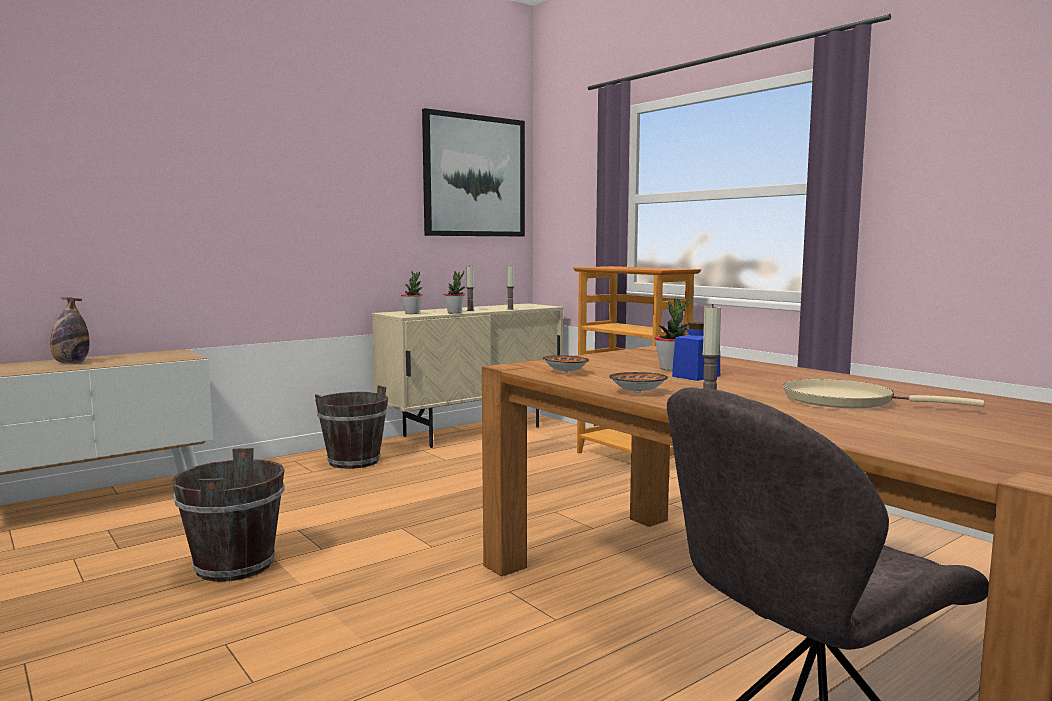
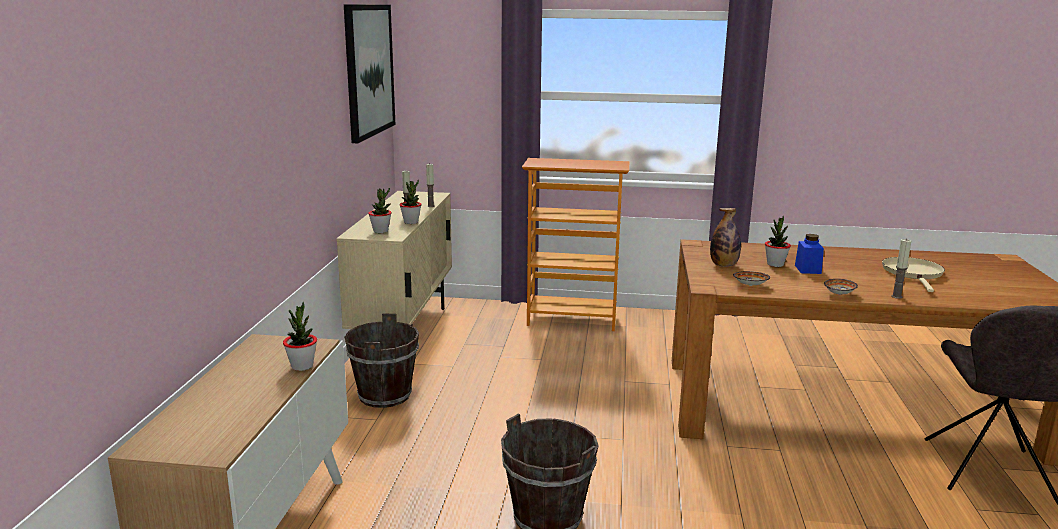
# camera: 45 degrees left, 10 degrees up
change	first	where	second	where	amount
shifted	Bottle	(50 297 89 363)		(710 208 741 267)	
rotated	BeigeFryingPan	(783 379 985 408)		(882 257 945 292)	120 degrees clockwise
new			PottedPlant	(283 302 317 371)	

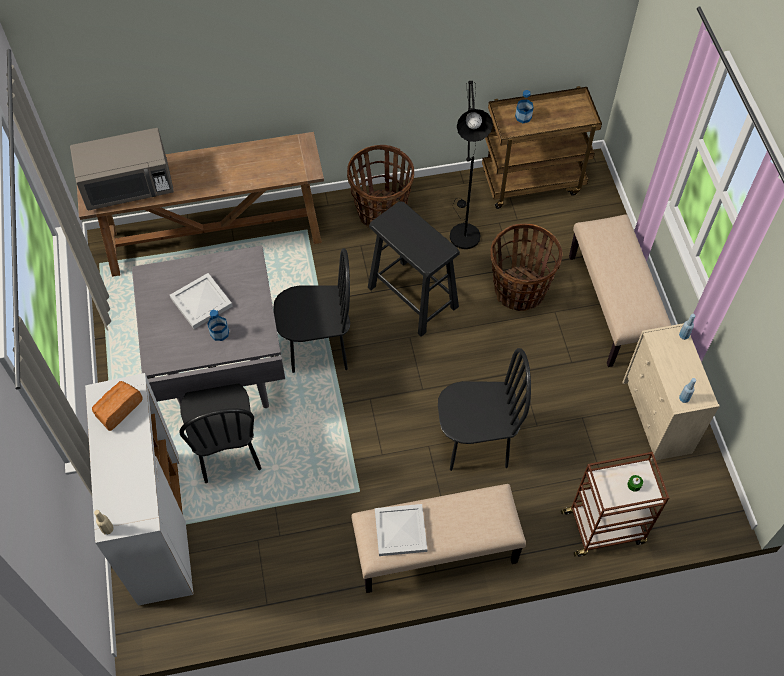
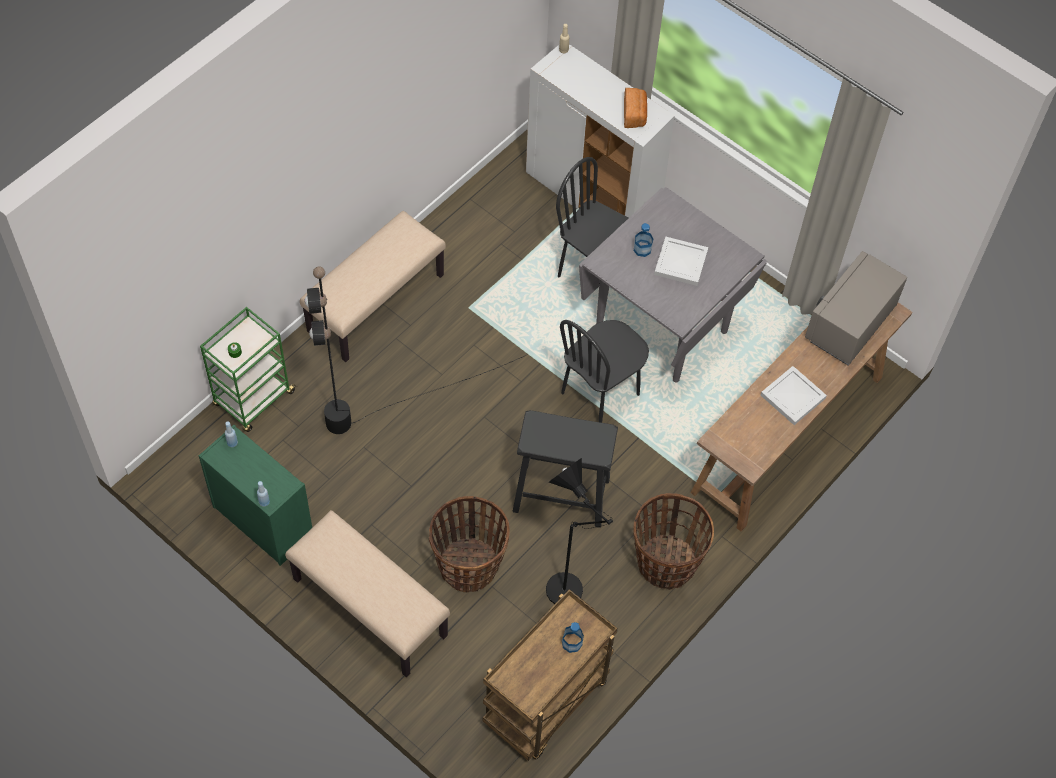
# camera: 140 degrees right, 0 degrees up
change	first	where	second	where	amount
repainted	BeigeDresser	(622 323 720 461)	GreenDresser	(199 425 312 566)	
swapped	BlackChair	(438 348 531 471)	BlackFloorLamp	(305 266 528 434)	
repainted	BrownCart	(561 452 669 557)	GreenCart	(200 307 297 432)	
shifted	WhiteTray	(375 504 427 556)		(761 366 827 425)	

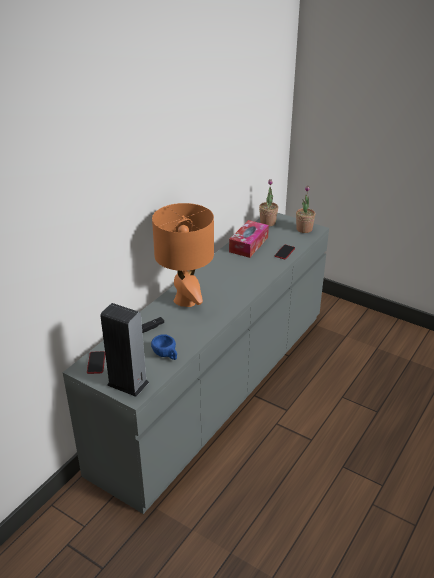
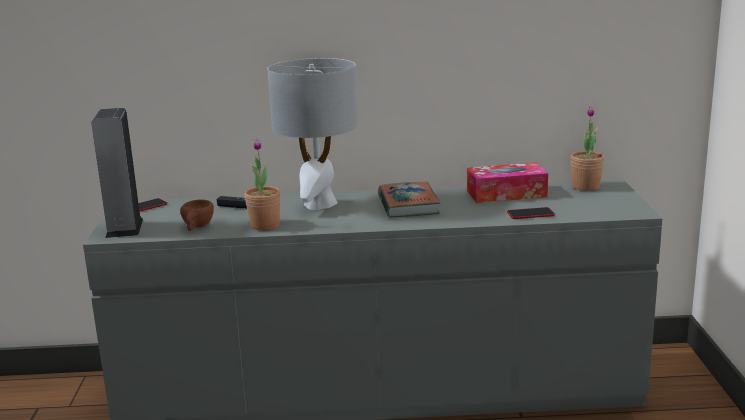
# camera: 55 degrees right, 15 degrees down
change	first	where	second	where	amount
shifted	PottedPlant	(296 186 316 233)		(244 139 280 230)	
repainted	OrangeTableLamp	(152 203 214 307)	GreyTableLamp	(267 58 358 210)	
repainted	BlueCup	(151 334 177 360)	BrownCup	(180 199 214 231)	
new			Book	(378 182 441 218)	

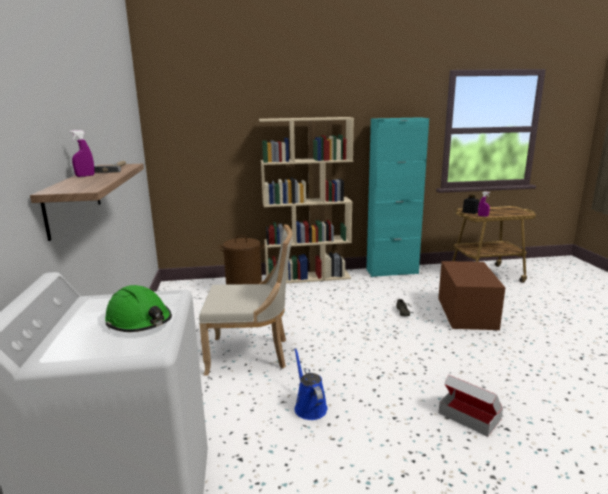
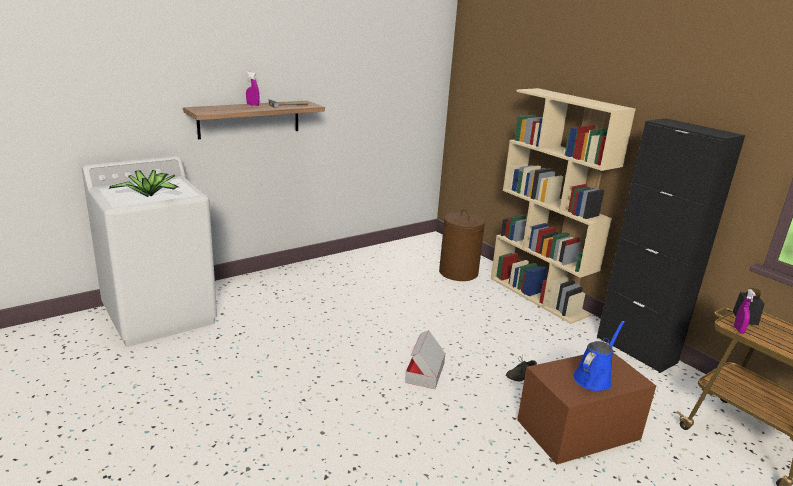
# camera: 60 degrees right, 5 degrees up
change	first	where	second	where	amount
repainted	TurquoiseCabinet	(366 117 429 277)	BlackCabinet	(597 118 745 373)	
gone	BeigeChair	(199 224 293 376)			
swapped	GreenHardHat	(105 285 172 332)	PottedPlant	(109 170 179 197)	
shifted	BlueWateringCan	(294 348 328 420)		(573 321 625 391)	
shifted	CardboardBox	(439 375 503 437)		(405 330 445 389)	

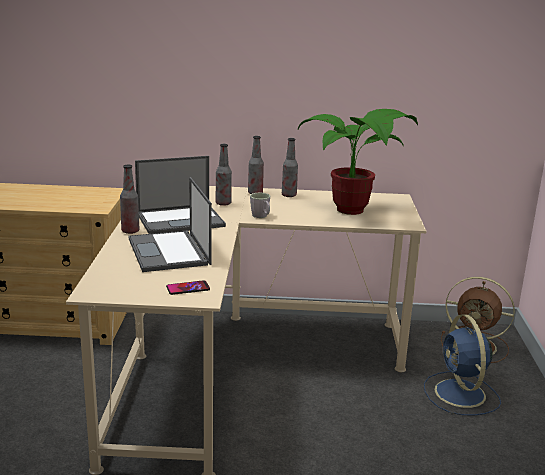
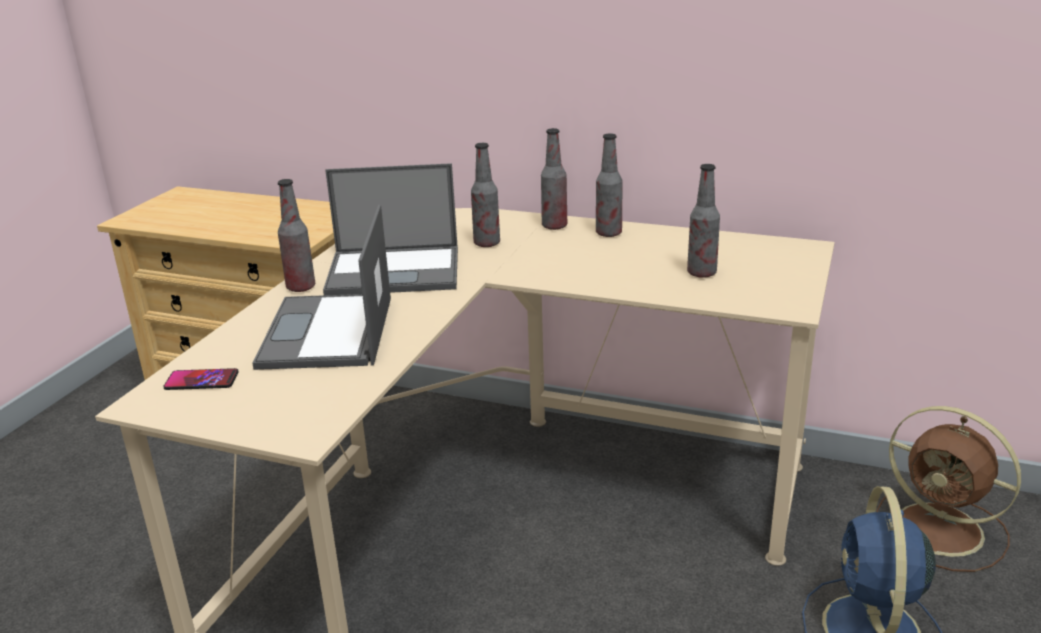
# camera: 20 degrees right, 5 degrees up
change	first	where	second	where	amount
swapped	PottedPlant	(298 109 418 215)	Bottle	(687 164 720 278)	
gone	GreyMug	(250 193 270 218)			
shifted	Phone	(166 280 210 295)		(163 368 239 390)	

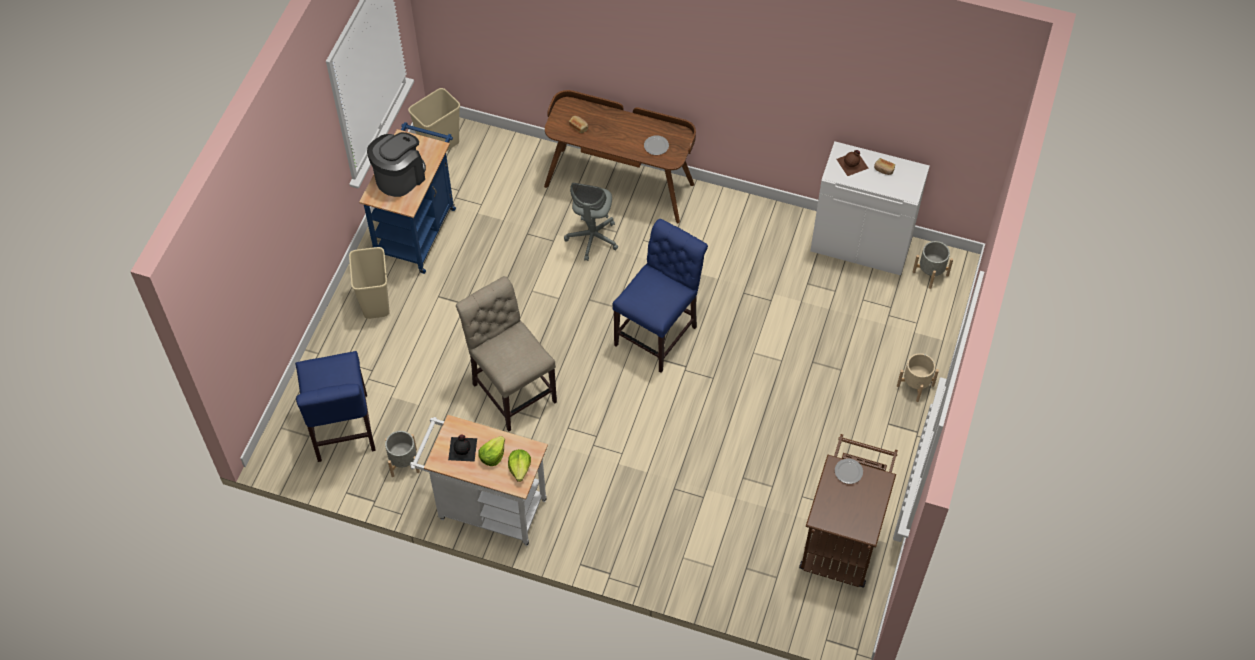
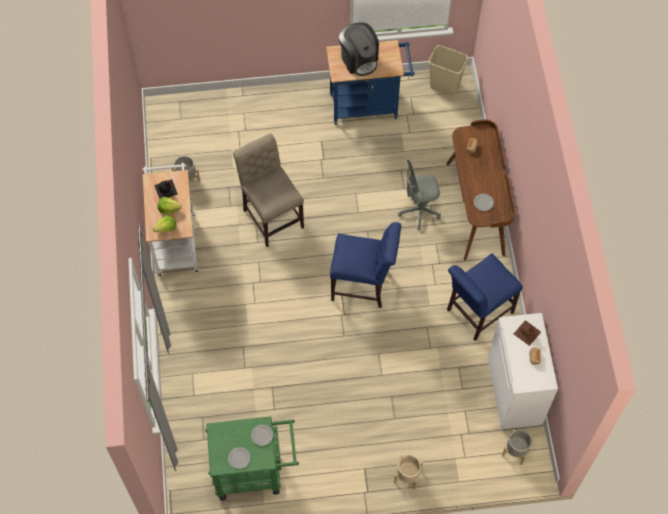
# camera: 65 degrees right, 5 degrees up
change	first	where	second	where	amount
rotated	CoffeeMachine	(367 132 426 197)		(339 22 379 76)	45 degrees clockwise
gone	BeigeTrashCan	(349 247 390 319)			
rotated	BeigeChair	(456 276 557 432)		(233 133 304 247)	60 degrees counterclockwise
shifted	BlueChair	(295 351 376 462)		(447 253 523 341)	
repainted	BrownCart	(799 434 898 588)	GreenCart	(205 416 299 501)	
new			Plate	(228 447 250 469)	

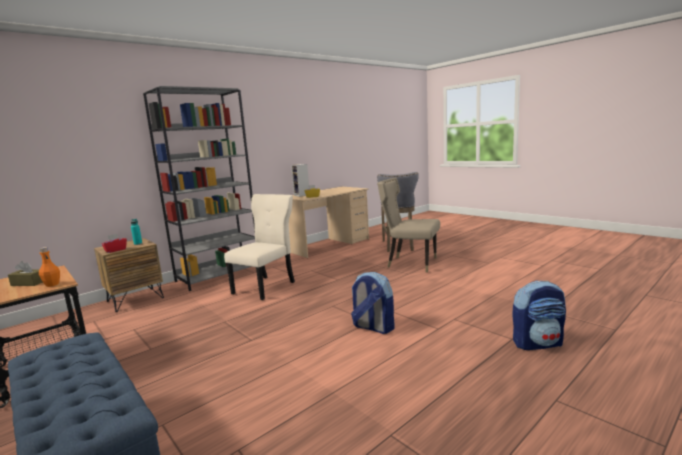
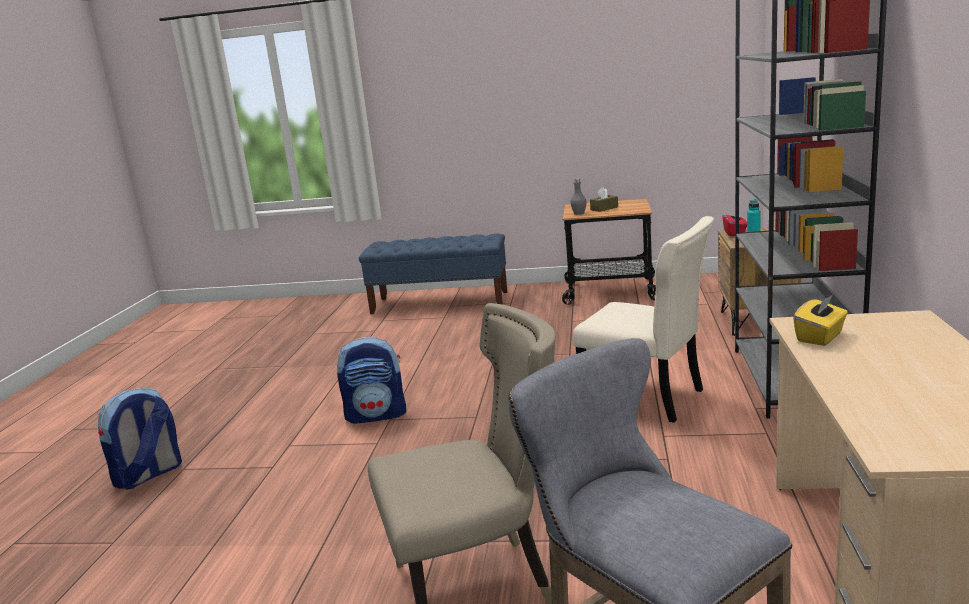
# camera: 140 degrees right, 5 degrees up
change	first	where	second	where	amount
gone	Speaker	(291 164 309 197)			
rotated	BeigeChair	(224 194 295 300)		(573 216 714 423)	45 degrees counterclockwise
repainted	OrangeBottle	(39 247 60 287)	GreyBottle	(570 178 587 215)	

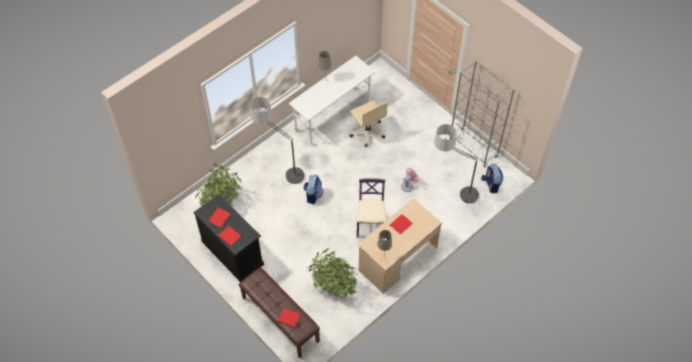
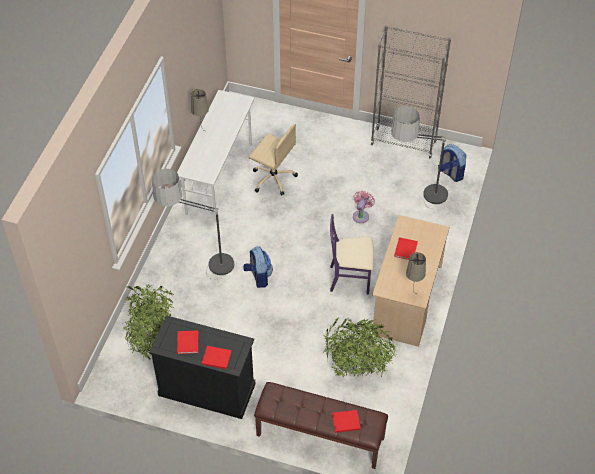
# camera: 30 degrees left, 5 degrees down
change	first	where	second	where	amount
rotated	PurpleChair	(356 178 387 237)		(330 214 374 295)	60 degrees counterclockwise

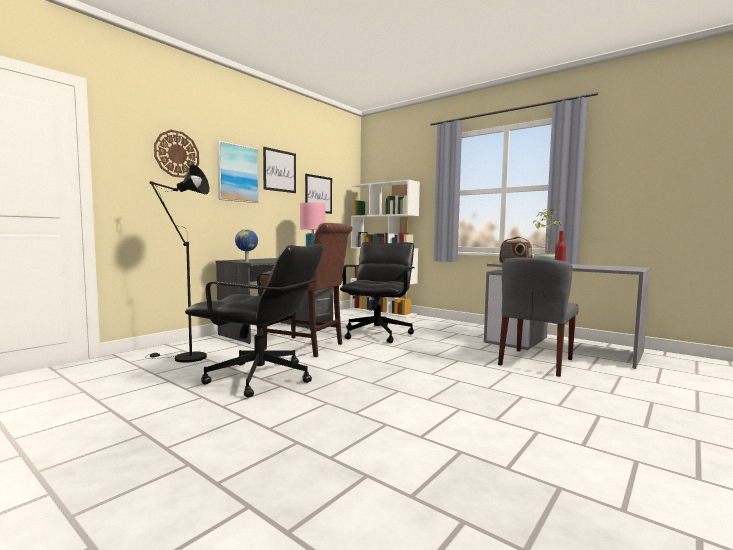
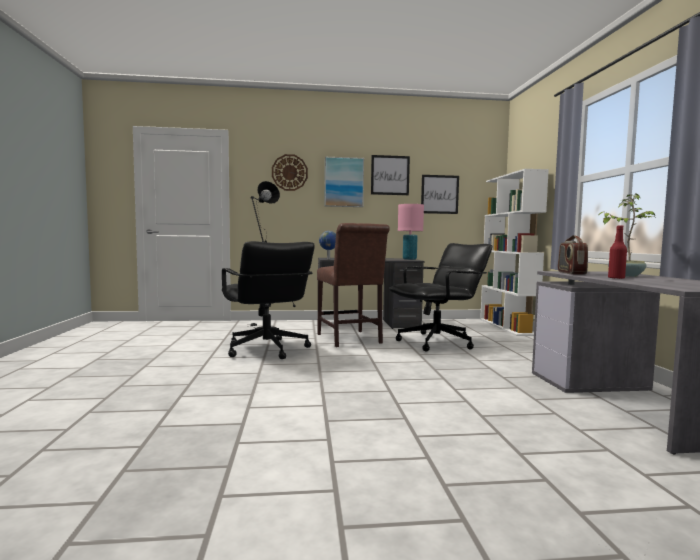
# camera: 45 degrees right, 0 degrees up
change	first	where	second	where	amount
gone	GreyChair	(498 258 579 377)			

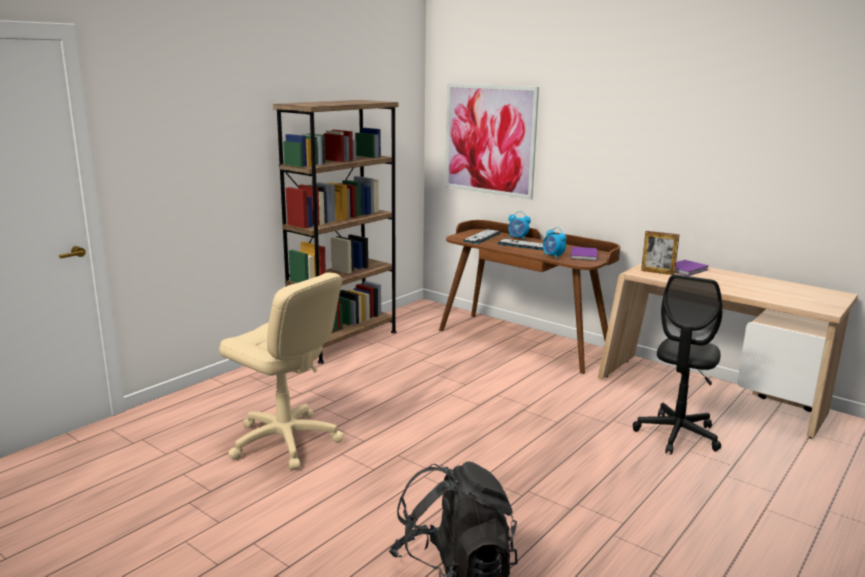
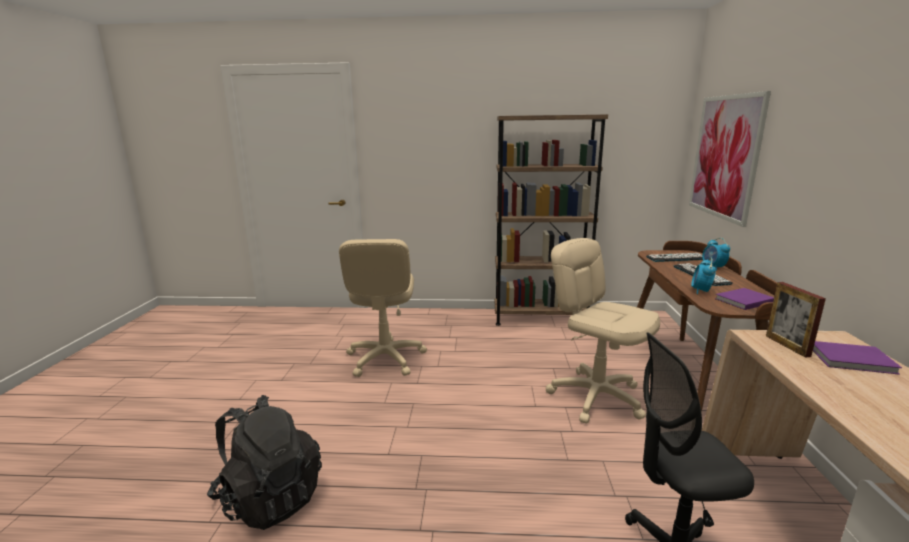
# camera: 55 degrees right, 0 degrees up
change	first	where	second	where	amount
new			BeigeOfficeChair	(546 238 660 424)	

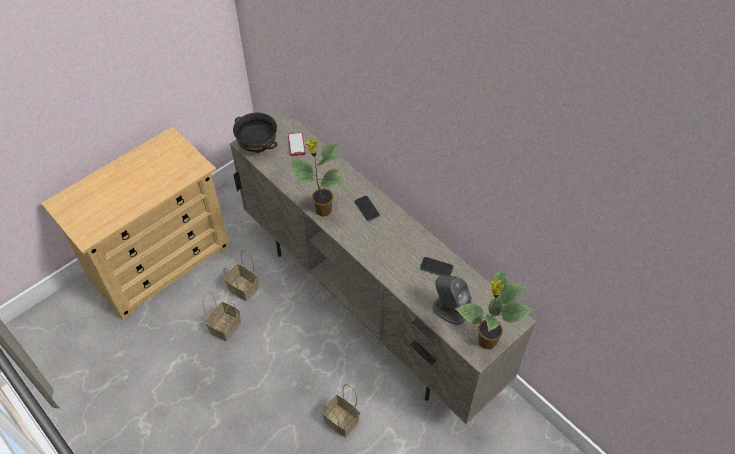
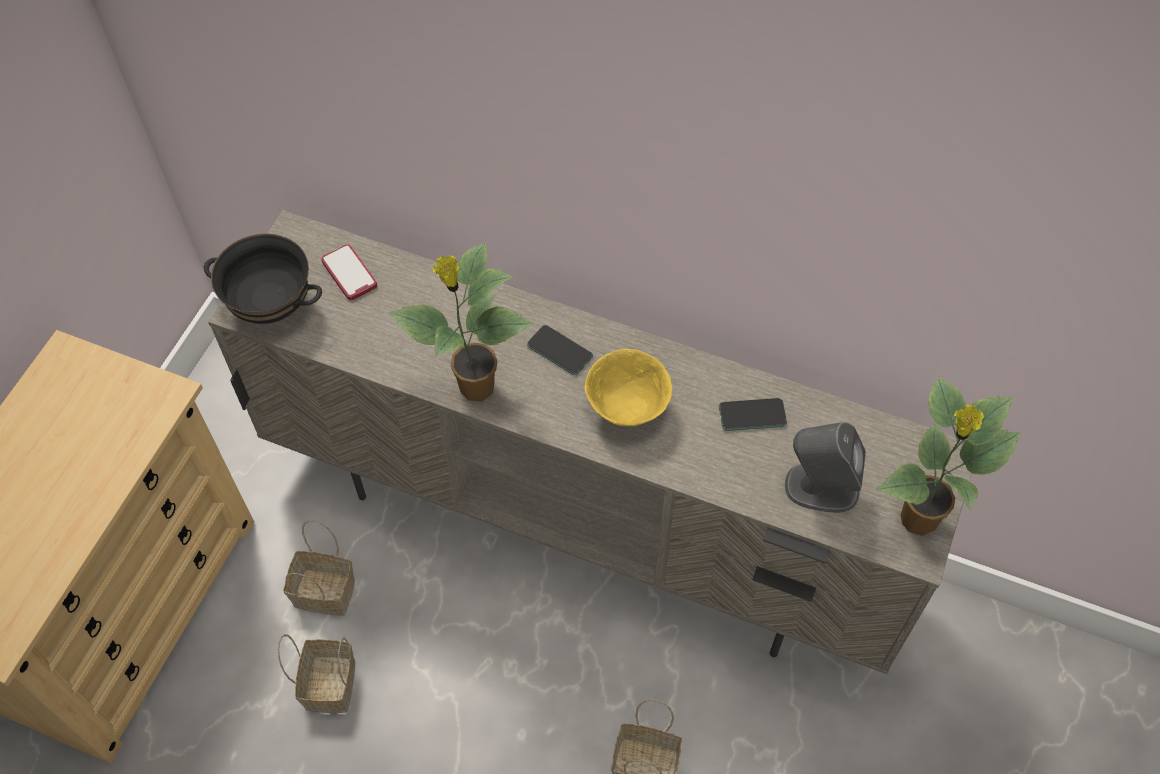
# camera: 25 degrees left, 5 degrees up
change	first	where	second	where	amount
new			YellowBowl	(584 349 672 426)	

